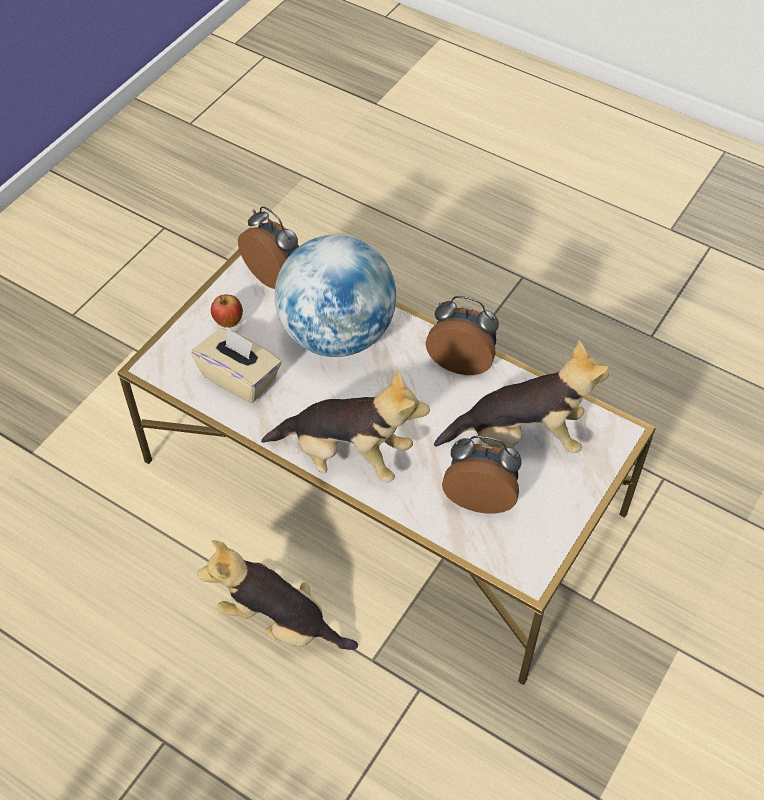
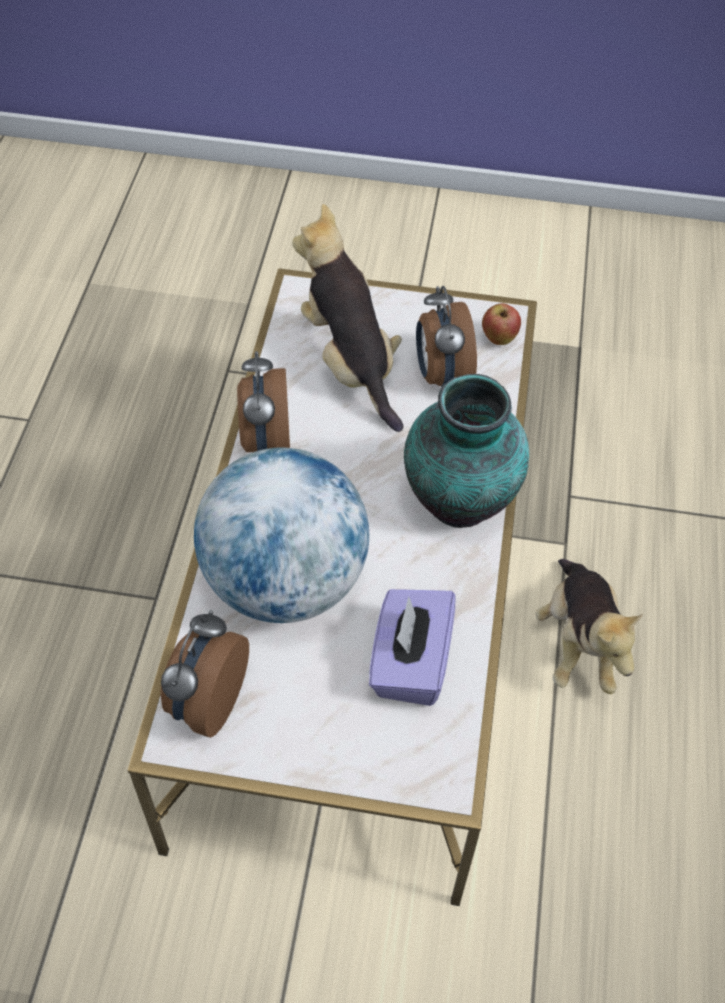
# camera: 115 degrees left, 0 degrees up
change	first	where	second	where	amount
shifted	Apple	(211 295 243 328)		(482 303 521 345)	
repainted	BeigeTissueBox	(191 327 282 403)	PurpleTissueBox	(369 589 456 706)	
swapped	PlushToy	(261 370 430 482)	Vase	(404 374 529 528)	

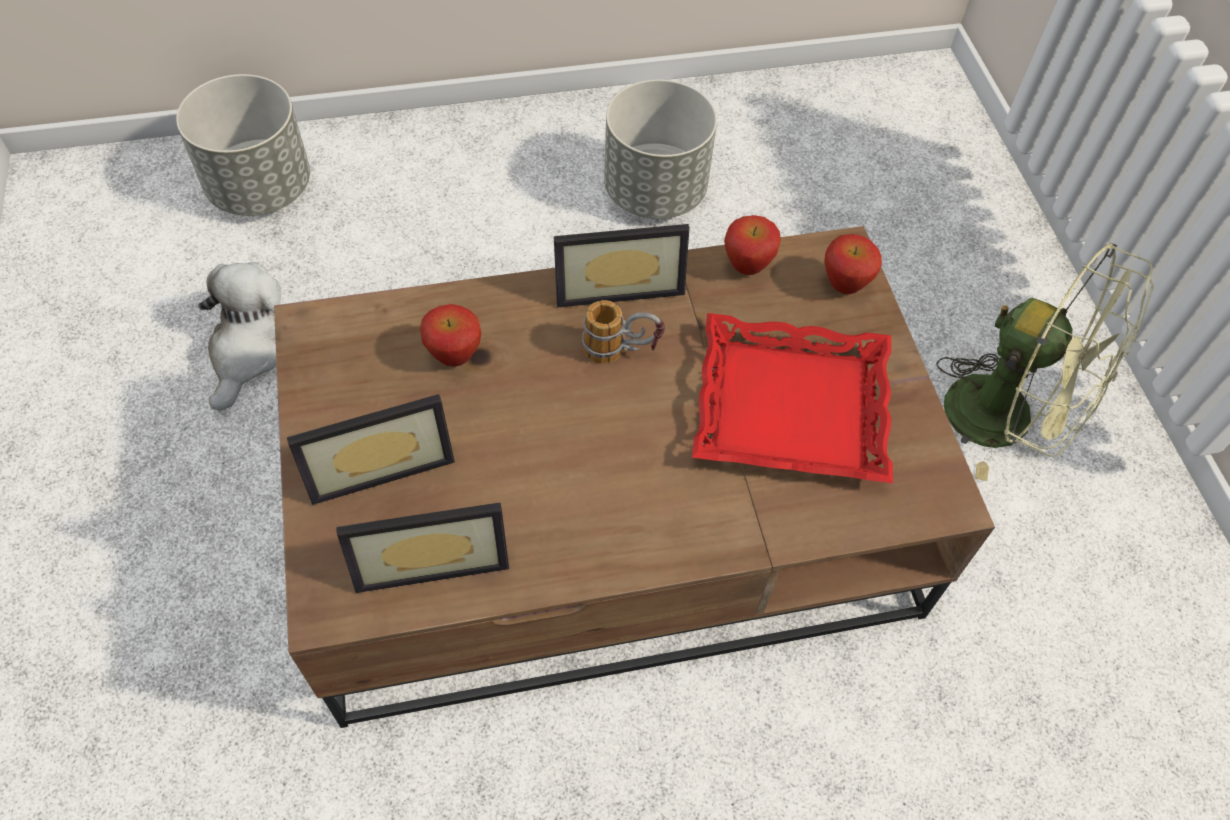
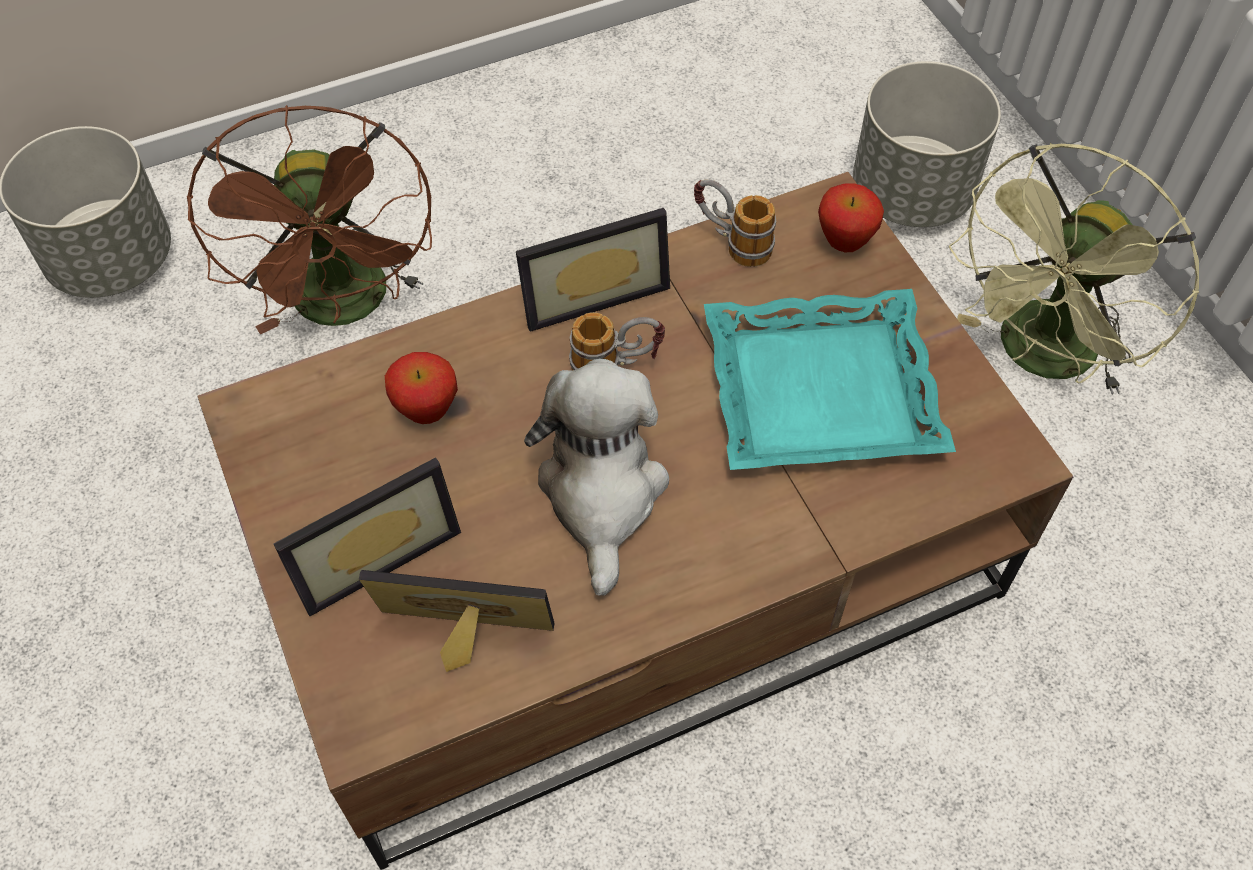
# camera: 10 degrees left, 0 degrees up
change	first	where	second	where	amount
shifted	GreyPlanter	(604 79 717 219)		(853 61 1001 227)	
swapped	Apple	(724 215 781 275)	Mug	(694 179 776 267)	
rotated	GreenFan	(936 243 1154 481)		(949 143 1199 395)	105 degrees clockwise
shifted	PlushToy	(198 262 281 411)		(524 358 669 596)	
repainted	RedTray	(692 313 893 483)	TurquoiseTray	(704 289 956 470)	
rotated	PictureFrame	(336 502 509 593)		(359 570 554 672)	150 degrees counterclockwise
new			BrownFan	(187 105 432 334)	

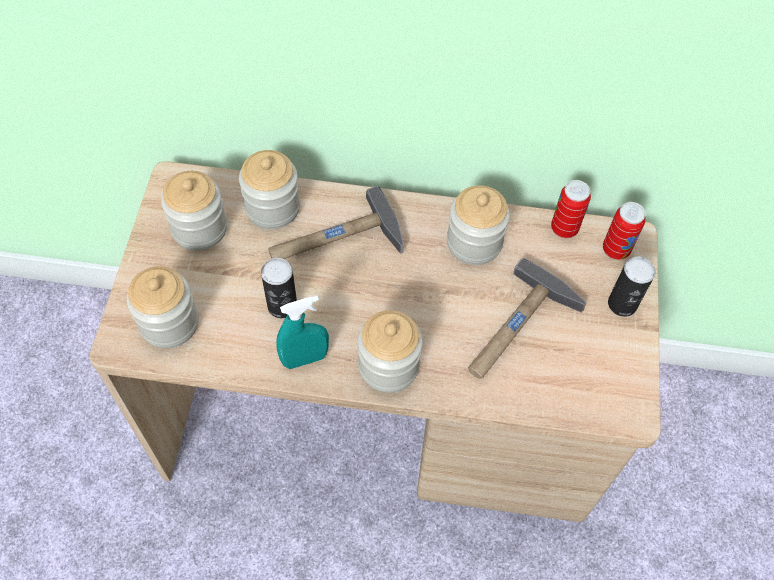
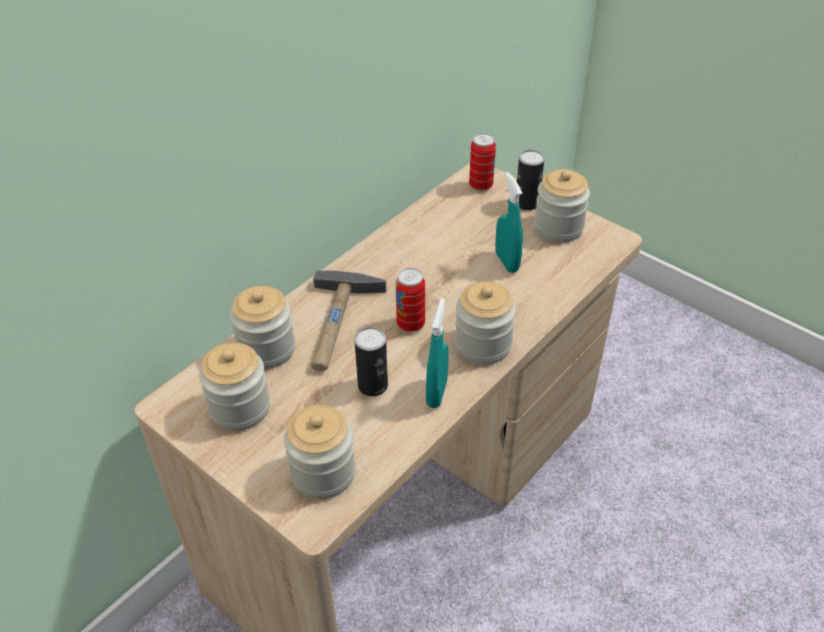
# camera: 55 degrees left, 15 degrees down
change	first	where	second	where	amount
shifted	Can	(551 180 591 238)		(396 268 425 332)	
shifted	Jar	(447 185 510 265)		(534 169 590 242)	
swapped	Hammer	(468 258 587 379)	TurquoiseSprayBottle	(495 172 523 273)	

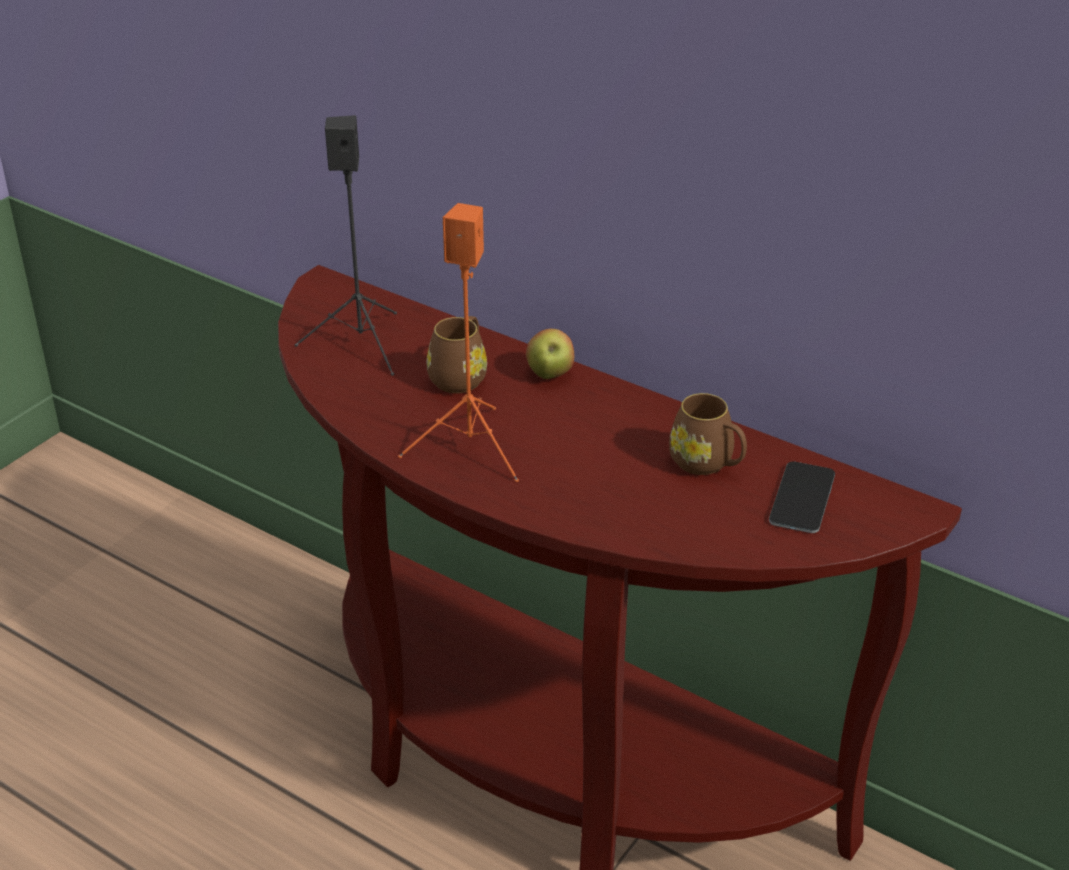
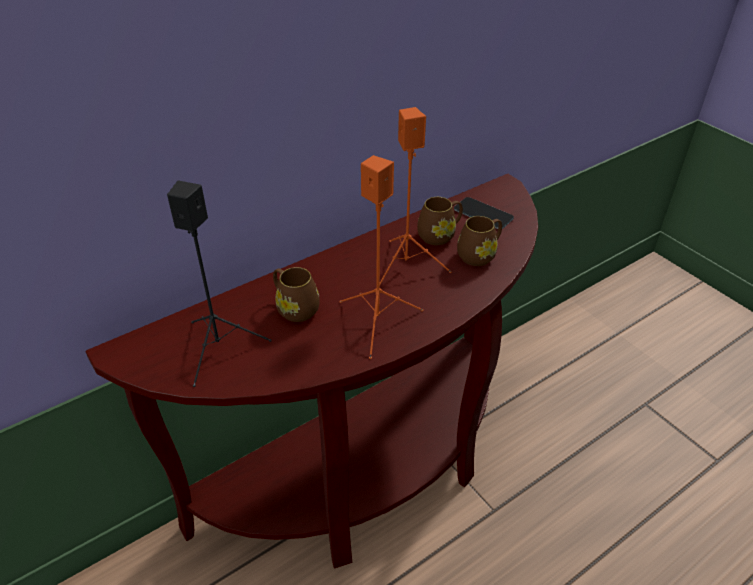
# camera: 70 degrees left, 5 degrees up
change	first	where	second	where	amount
gone	Apple	(526 329 574 379)			
new			OrangeSpeaker	(380 107 452 285)	
new			BrownMug	(457 216 502 266)	

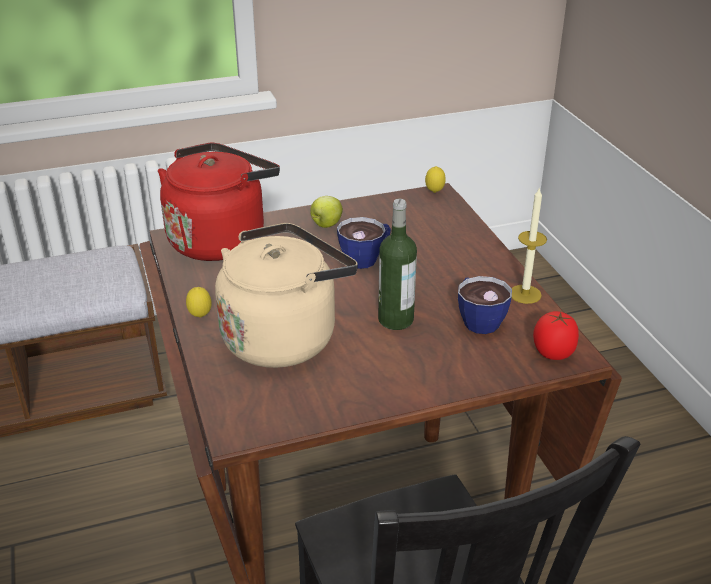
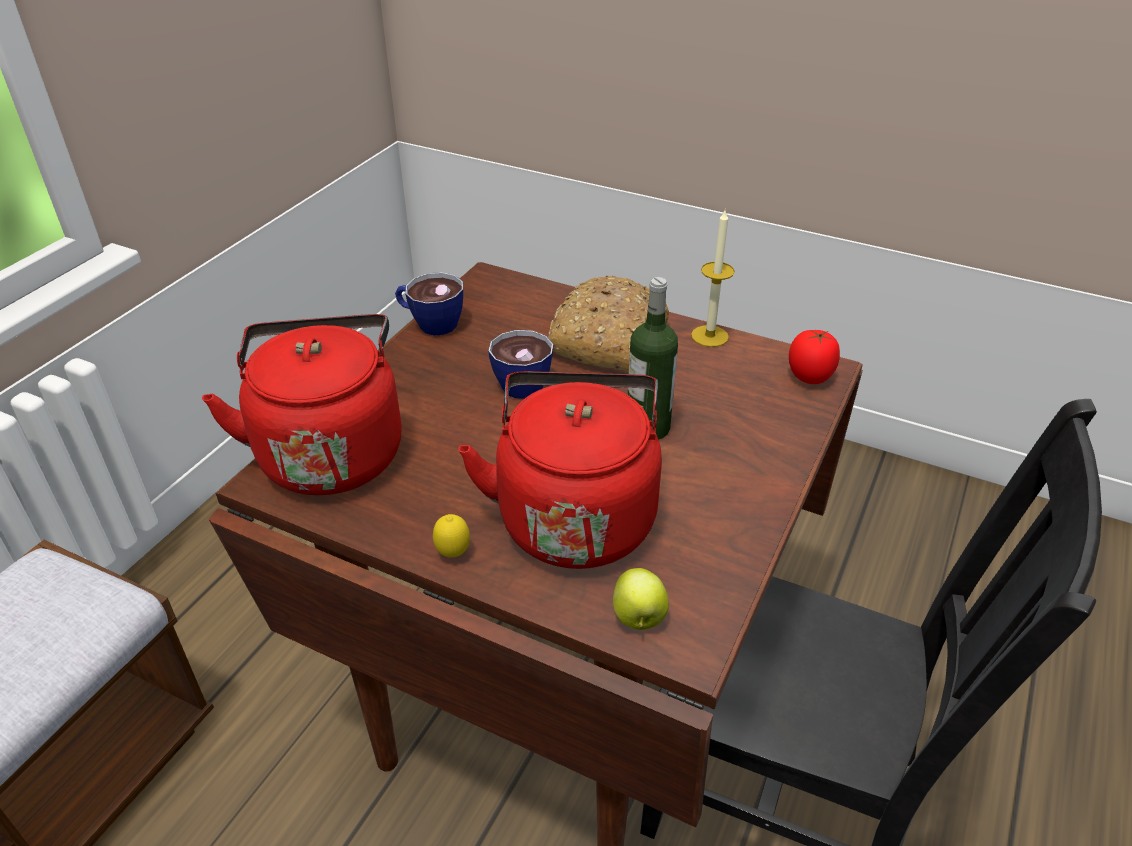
# camera: 45 degrees left, 5 degrees up
change	first	where	second	where	amount
gone	Lemon	(425 166 446 193)			
shifted	Apple	(310 196 343 228)		(613 568 669 630)	
repainted	BeigeKettle	(215 223 358 368)	RedKettle	(458 371 662 569)	
shifted	Cup	(458 276 512 334)		(395 272 463 336)	
new			Bread	(548 275 669 372)	

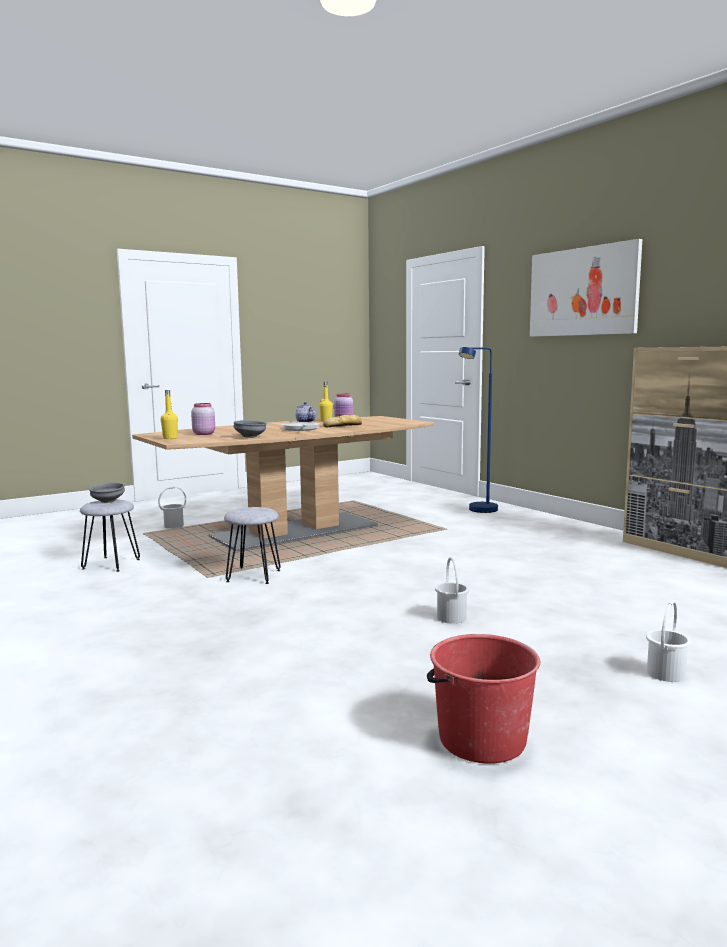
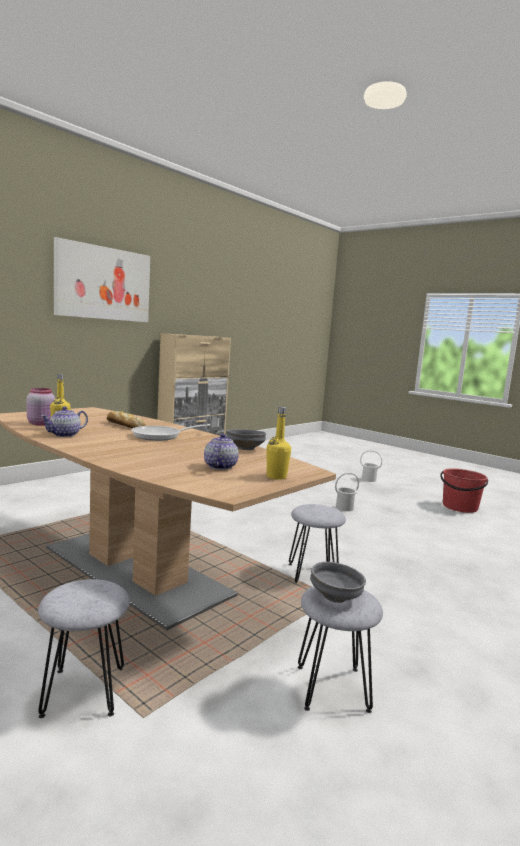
# camera: 105 degrees left, 0 degrees up
change	first	where	second	where	amount
gone	BlueFloorLamp	(459 347 498 513)			
swapped	PinkJar	(191 403 215 435)	Teapot	(204 434 239 470)	
swapped	WhiteBucket	(158 487 186 529)	GreyStool	(38 579 130 718)	

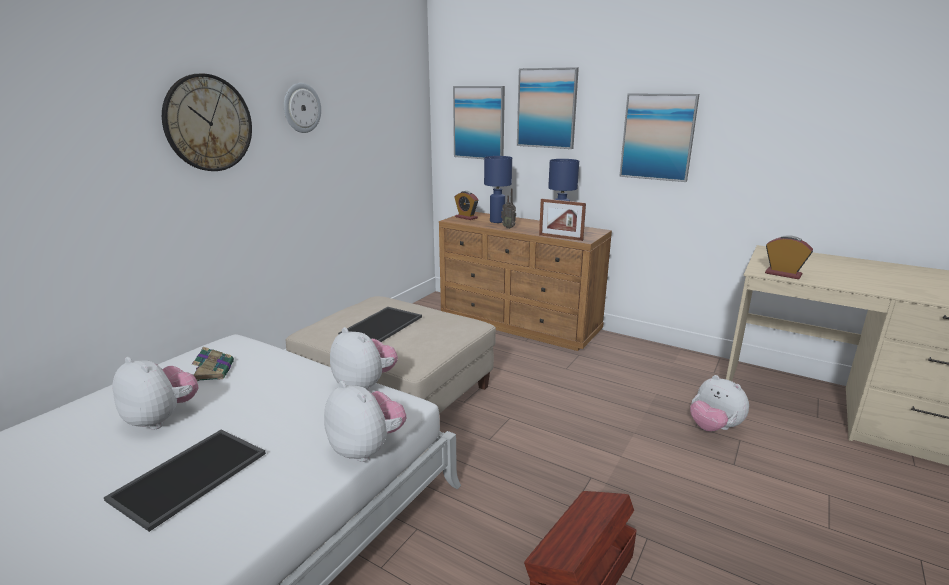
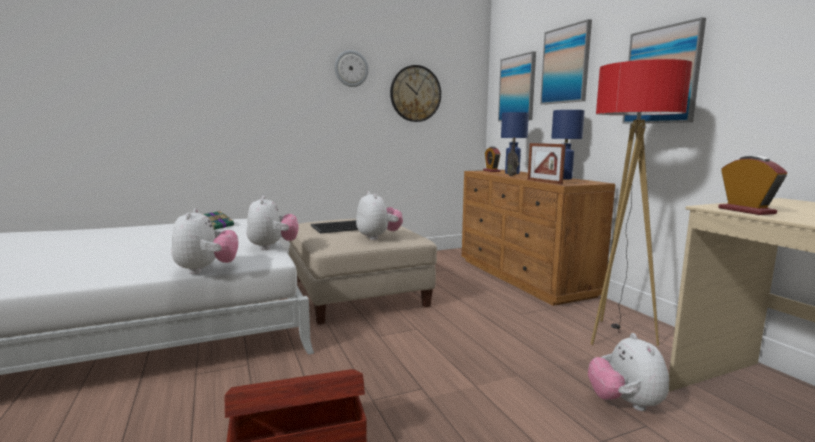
# camera: 35 degrees right, 10 degrees down
change	first	where	second	where	amount
shifted	WallClock	(162 74 252 171)		(390 65 441 122)	
shifted	PlushToy	(112 357 198 430)		(356 191 403 240)	
gone	Tray	(104 430 266 532)			
new			FloorLamp	(591 59 692 346)	

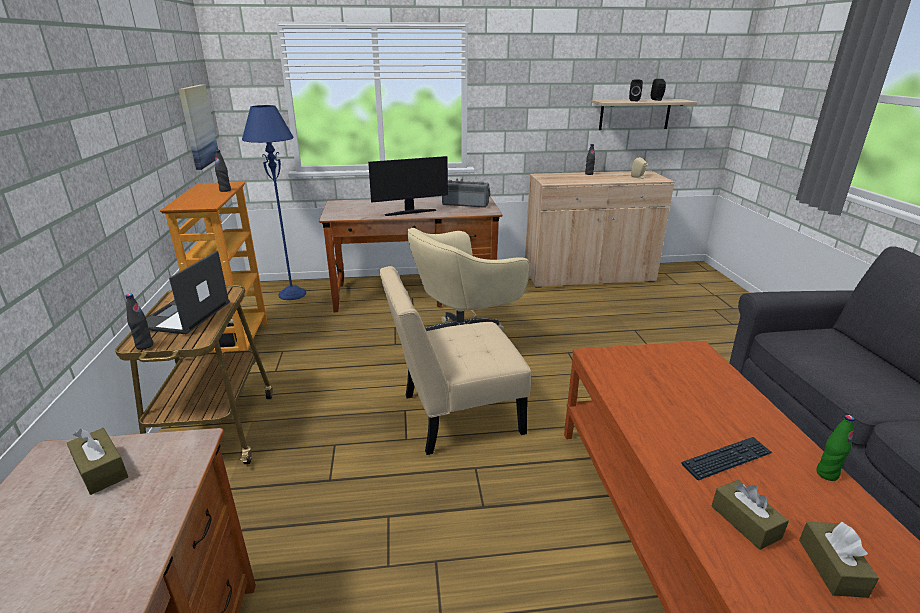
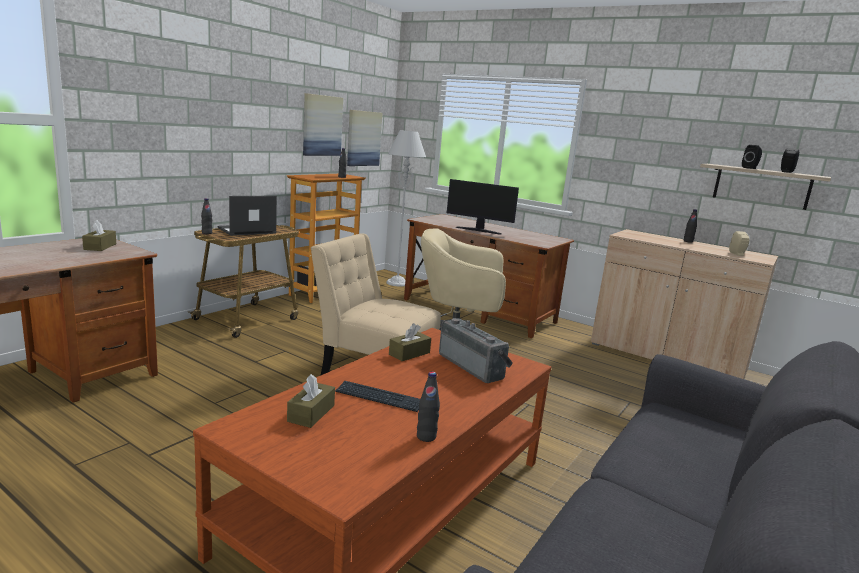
# camera: 40 degrees right, 10 degrees down
change	first	where	second	where	amount
repainted	BlueFloorLamp	(242 105 306 300)	GreyFloorLamp	(386 130 426 287)	
shifted	Radio	(442 179 491 208)		(439 318 513 383)	
repainted	GreenBottle	(816 415 855 481)	BlackBottle	(417 372 440 442)	
shifted	BrownTissueBox	(799 522 879 598)		(389 323 431 361)	
new			Picture	(303 93 343 156)	

